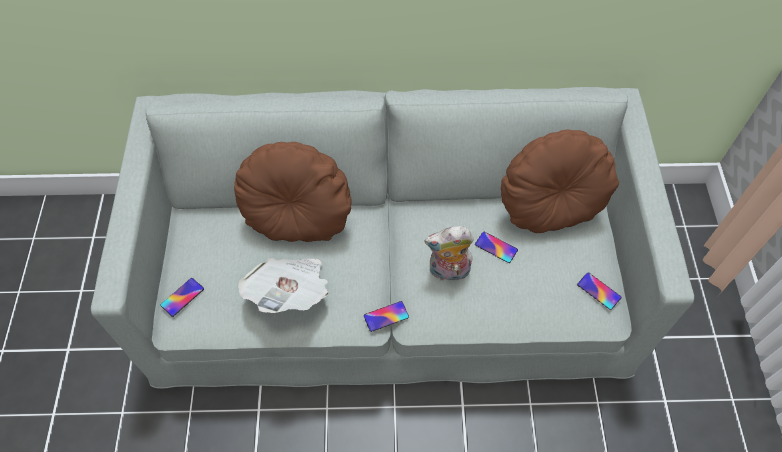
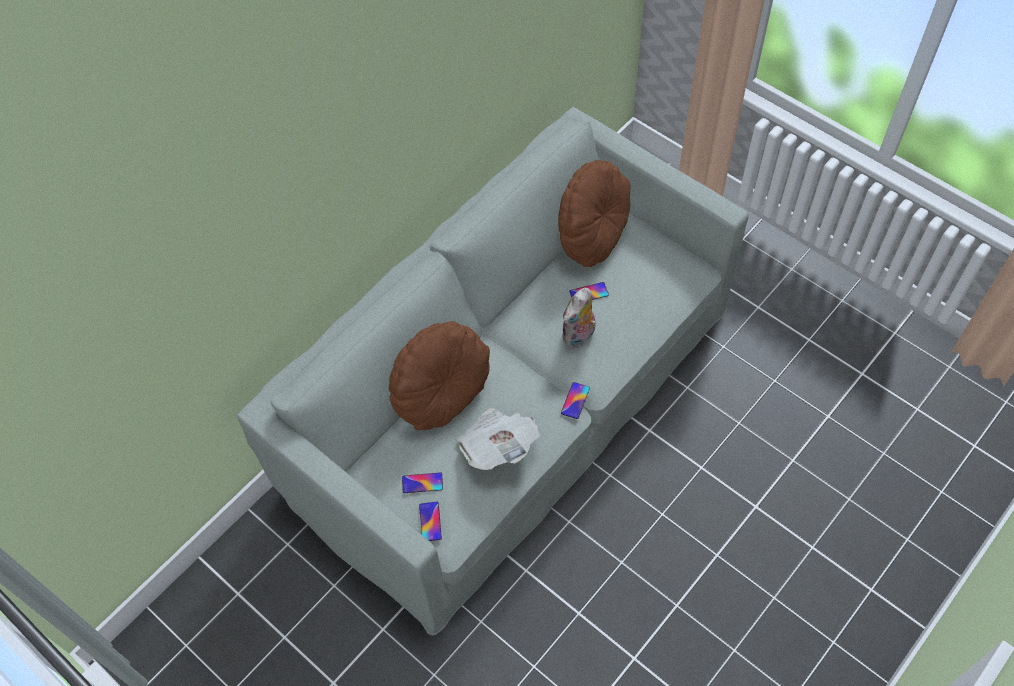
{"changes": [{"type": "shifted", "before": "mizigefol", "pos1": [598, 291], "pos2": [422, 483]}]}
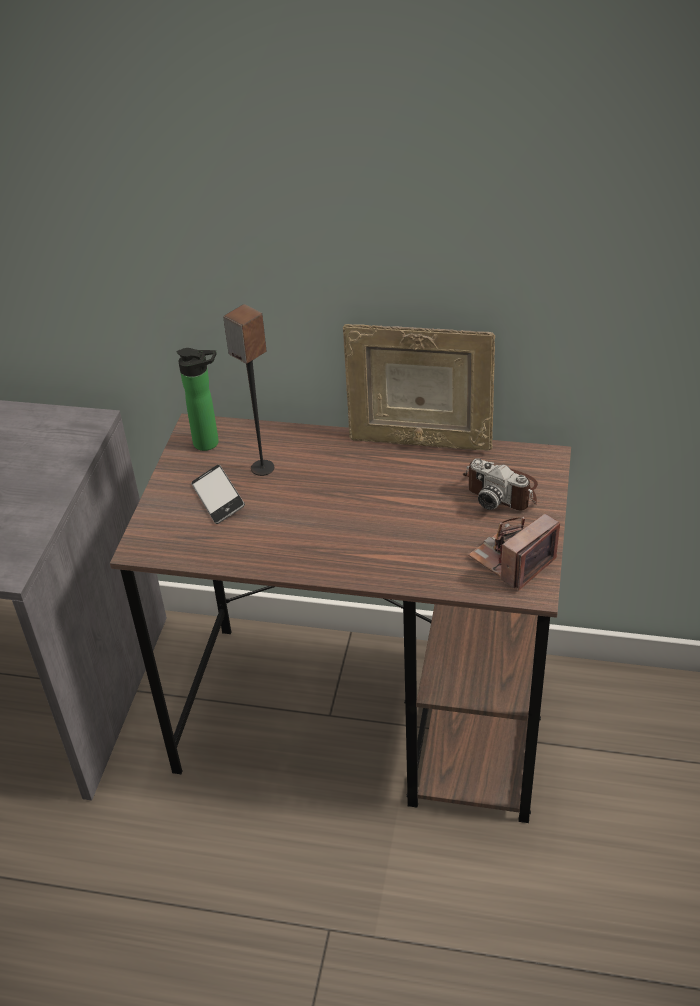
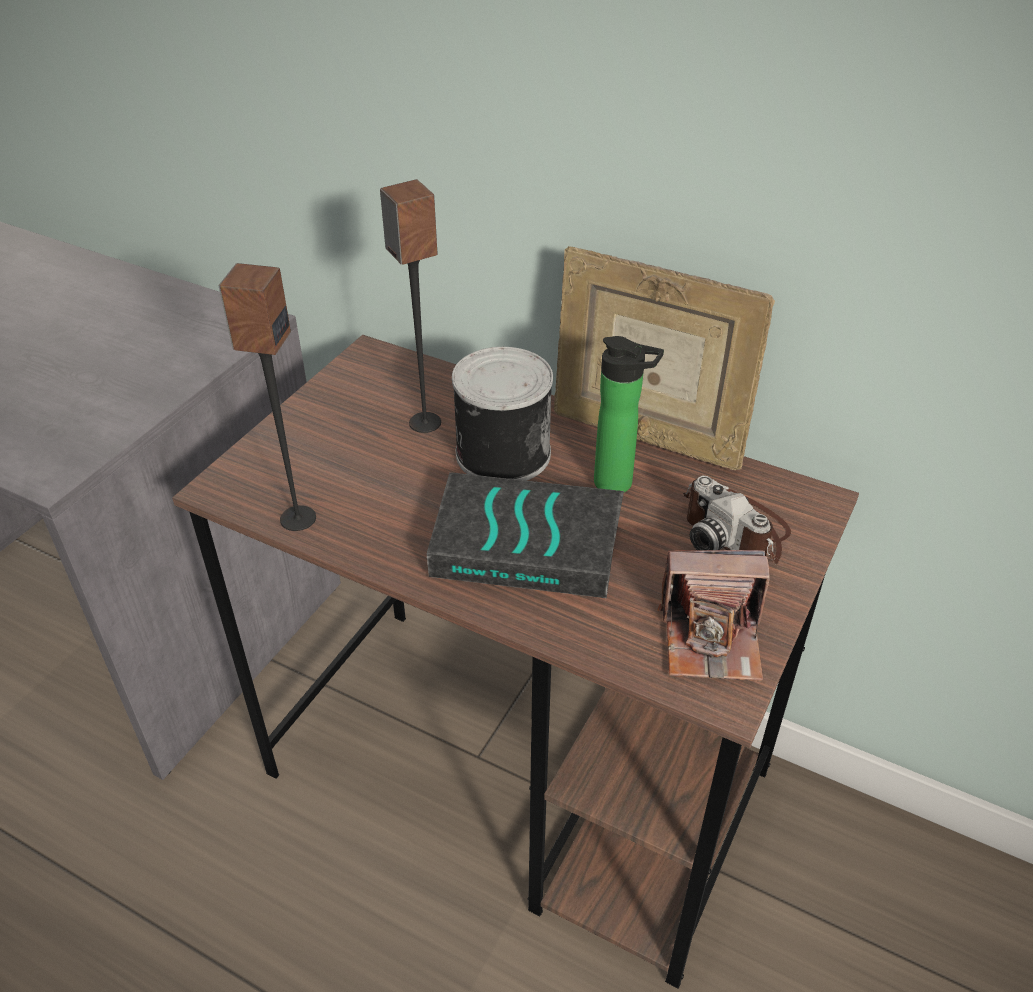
{"changes": [{"type": "gone", "before": "mizigefol", "pos1": [218, 499]}, {"type": "new", "after": "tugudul", "pos2": [297, 518]}, {"type": "new", "after": "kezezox", "pos2": [529, 543]}, {"type": "new", "after": "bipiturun", "pos2": [500, 452]}, {"type": "shifted", "before": "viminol", "pos1": [210, 443], "pos2": [619, 484]}, {"type": "rotated", "before": "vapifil", "pos1": [512, 560], "pos2": [712, 639], "turn": -150}]}
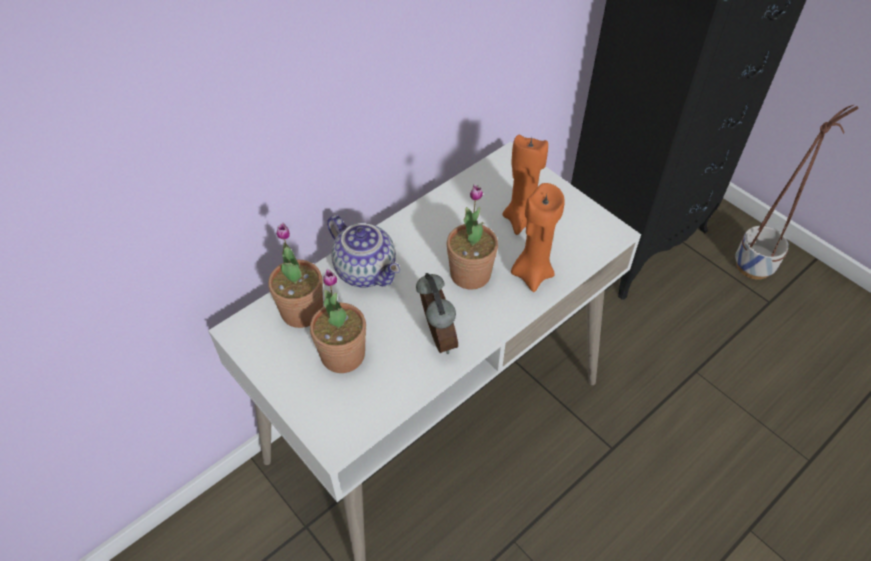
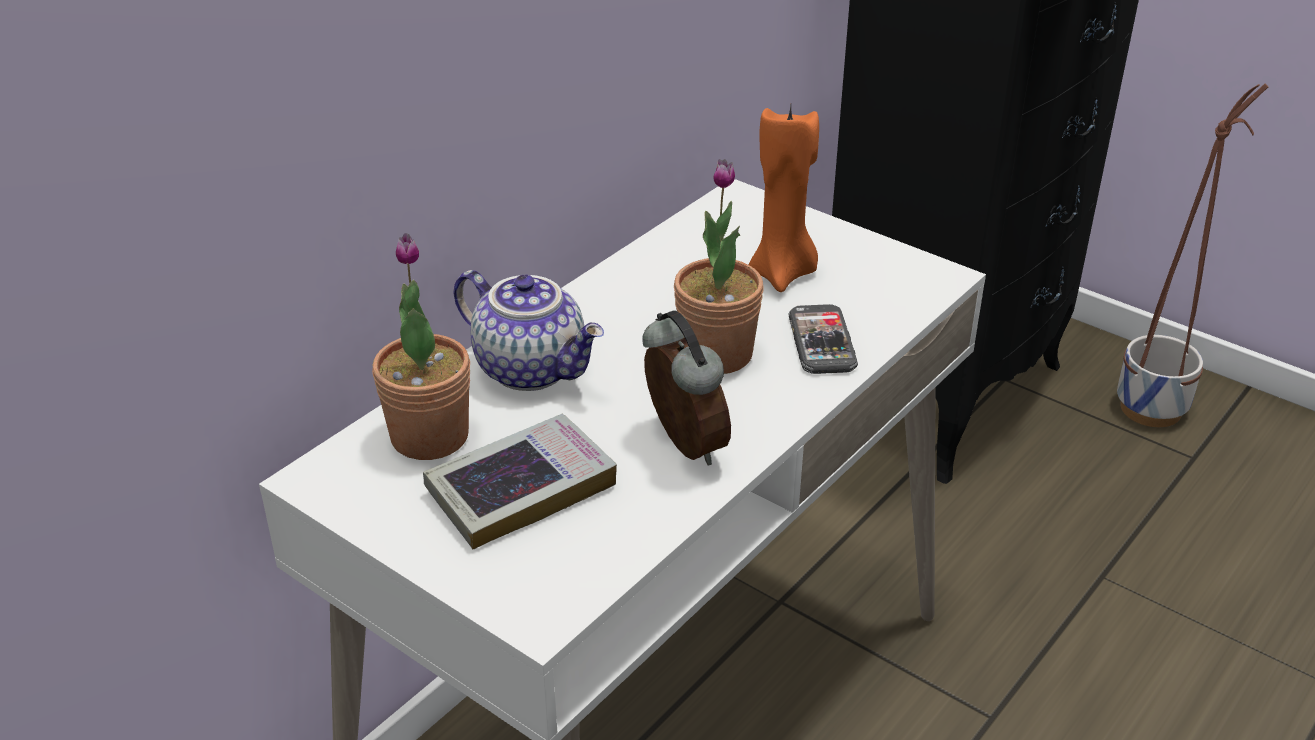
{"changes": [{"type": "swapped", "before": "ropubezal", "after": "kezezox", "pos1": [343, 355], "pos2": [521, 489]}, {"type": "swapped", "before": "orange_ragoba", "after": "mizigefol", "pos1": [532, 273], "pos2": [822, 342]}]}
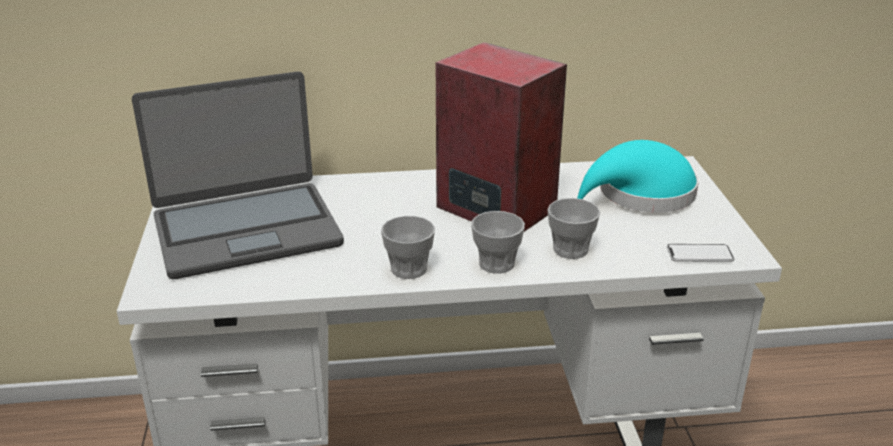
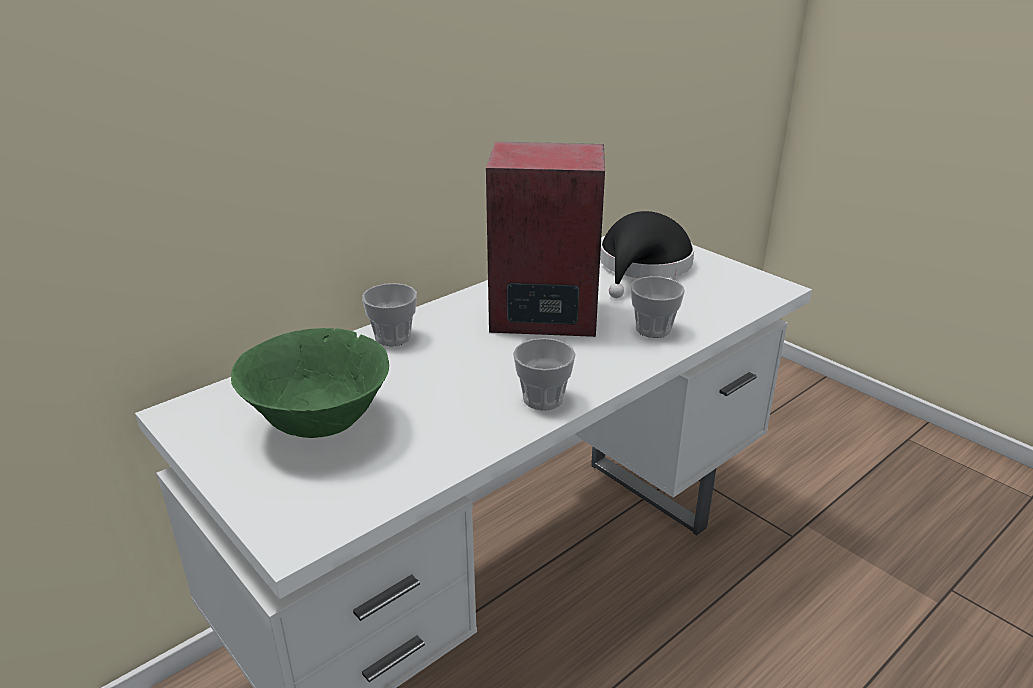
{"changes": [{"type": "gone", "before": "mizigefol", "pos1": [699, 254]}, {"type": "shifted", "before": "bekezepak", "pos1": [496, 264], "pos2": [393, 337]}, {"type": "swapped", "before": "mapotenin", "after": "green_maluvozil", "pos1": [246, 230], "pos2": [319, 425]}, {"type": "repainted", "before": "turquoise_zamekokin", "after": "black_zamekokin", "pos1": [640, 195], "pos2": [643, 266]}]}
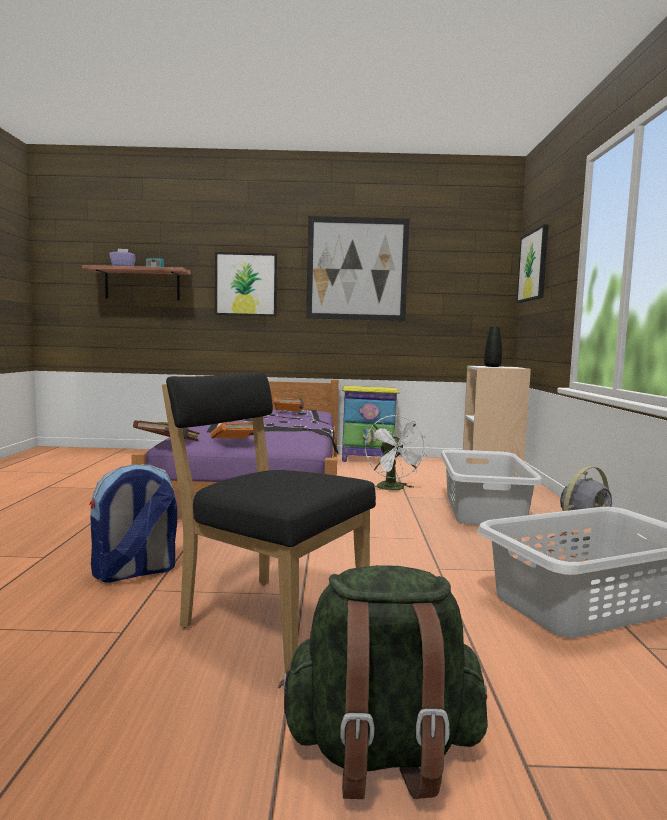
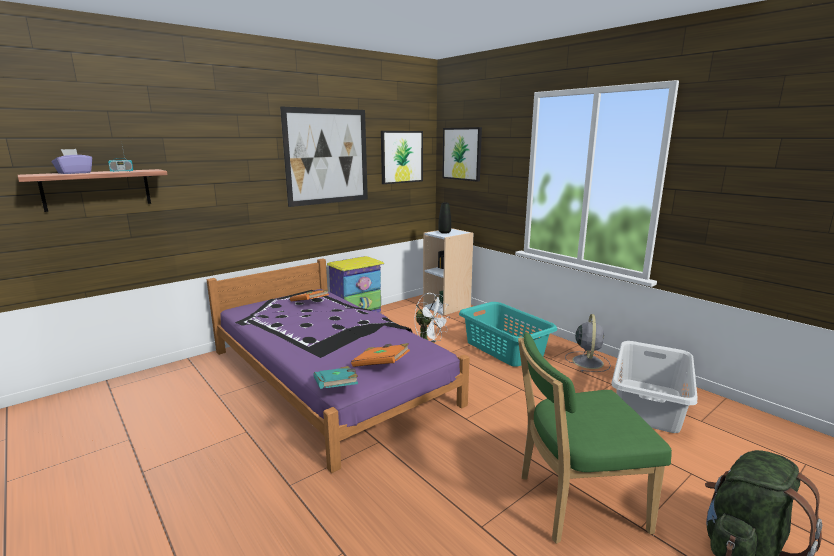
{"changes": [{"type": "gone", "before": "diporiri", "pos1": [134, 572]}, {"type": "shifted", "before": "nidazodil", "pos1": [246, 284], "pos2": [401, 157]}, {"type": "repainted", "before": "brown_kezezox", "after": "turquoise_kezezox", "pos1": [168, 443], "pos2": [337, 388]}, {"type": "repainted", "before": "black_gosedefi", "after": "green_gosedefi", "pos1": [269, 618], "pos2": [575, 503]}, {"type": "repainted", "before": "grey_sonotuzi", "after": "turquoise_sonotuzi", "pos1": [482, 510], "pos2": [504, 349]}]}
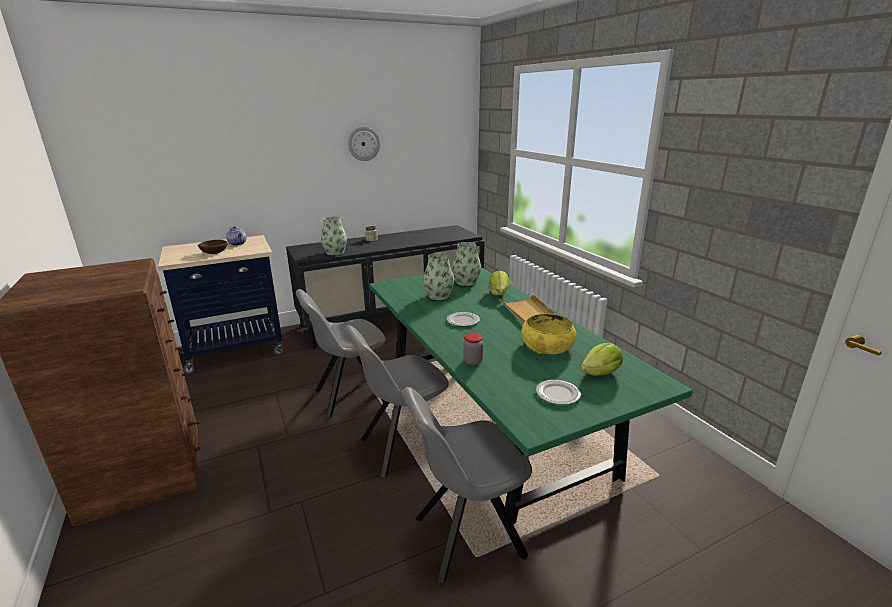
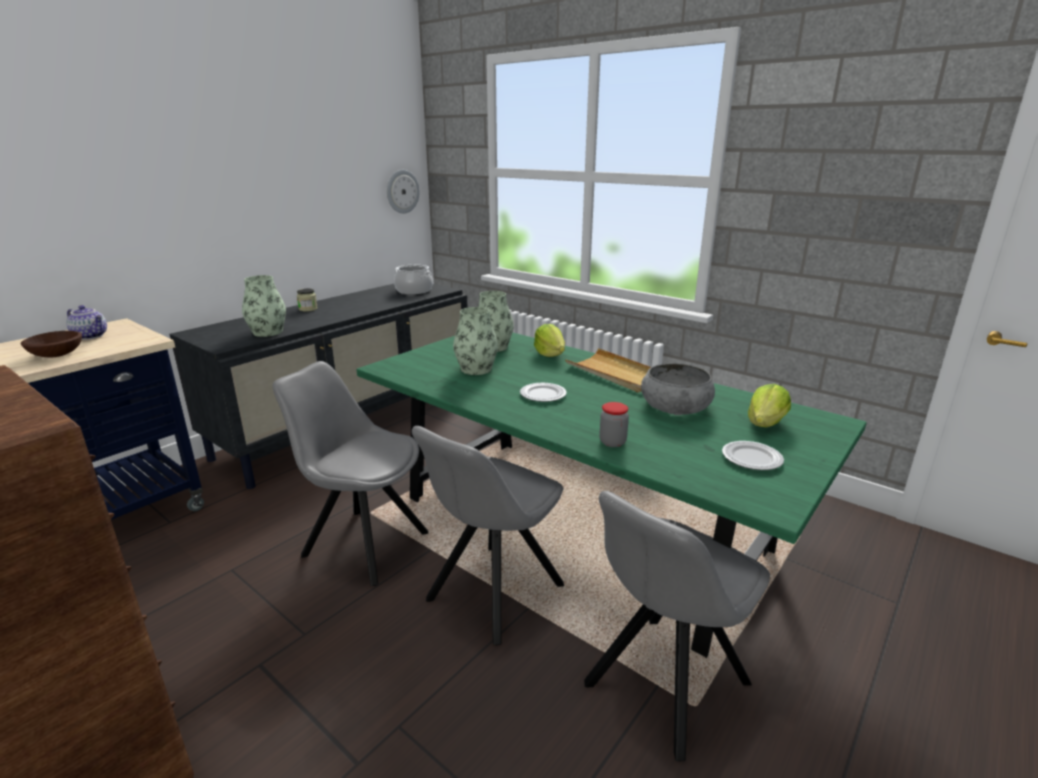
{"changes": [{"type": "new", "after": "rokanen", "pos2": [414, 291]}, {"type": "shifted", "before": "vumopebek", "pos1": [363, 143], "pos2": [402, 191]}, {"type": "repainted", "before": "yellow_maluvozil", "after": "grey_maluvozil", "pos1": [547, 346], "pos2": [675, 405]}, {"type": "rotated", "before": "grey_gosedefi", "pos1": [350, 396], "pos2": [364, 544], "turn": 75}]}
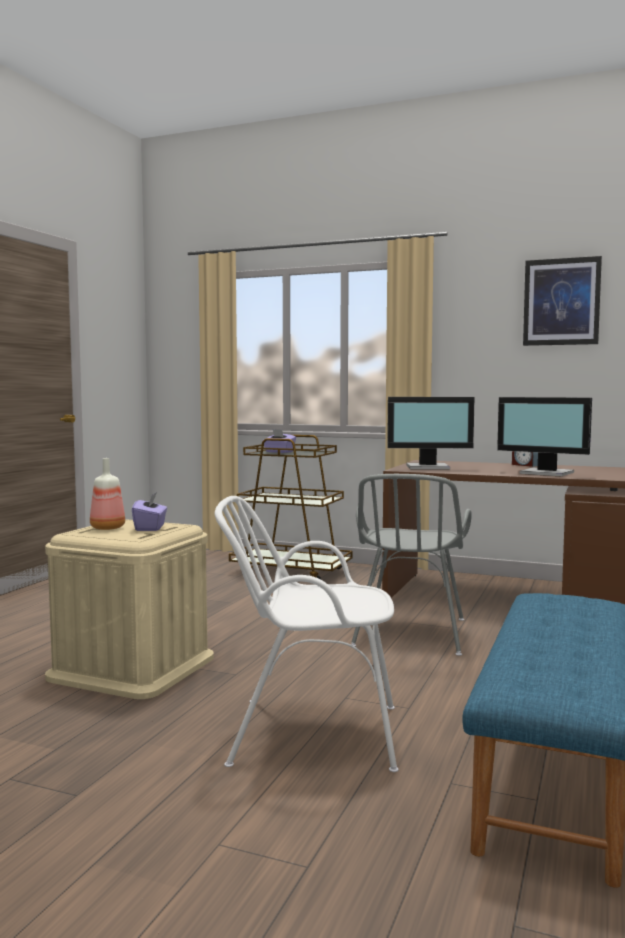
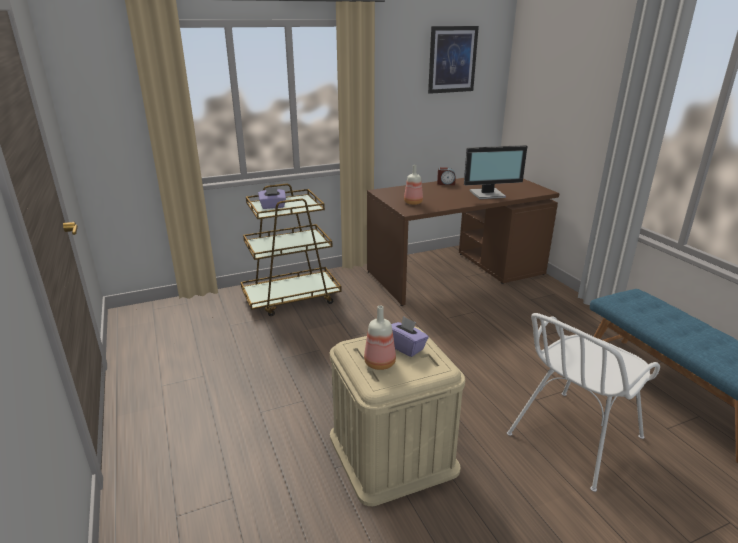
{"changes": [{"type": "gone", "before": "grey_gosedefi", "pos1": [410, 634]}, {"type": "swapped", "before": "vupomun", "after": "viminol", "pos1": [428, 467], "pos2": [413, 202]}]}
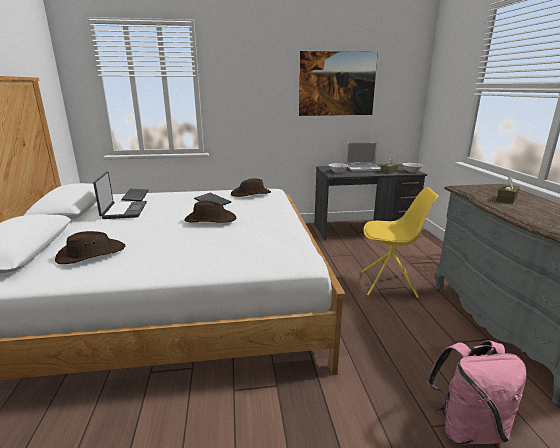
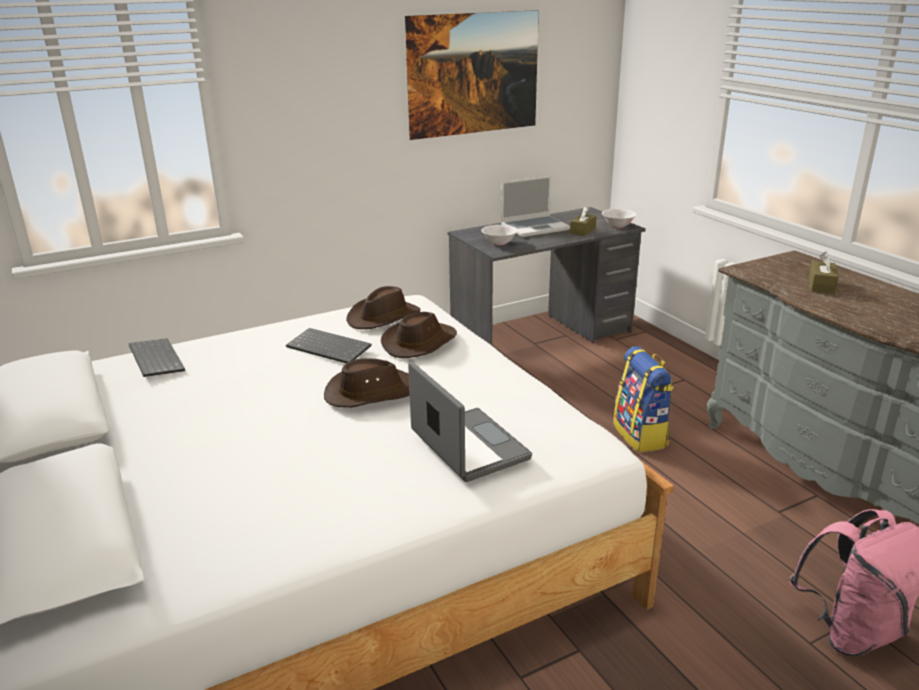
{"changes": [{"type": "shifted", "before": "brown_zamekokin", "pos1": [91, 254], "pos2": [420, 342]}, {"type": "shifted", "before": "mapotenin", "pos1": [123, 211], "pos2": [467, 446]}, {"type": "swapped", "before": "yellow_gosedefi", "after": "diporiri", "pos1": [389, 284], "pos2": [641, 435]}]}
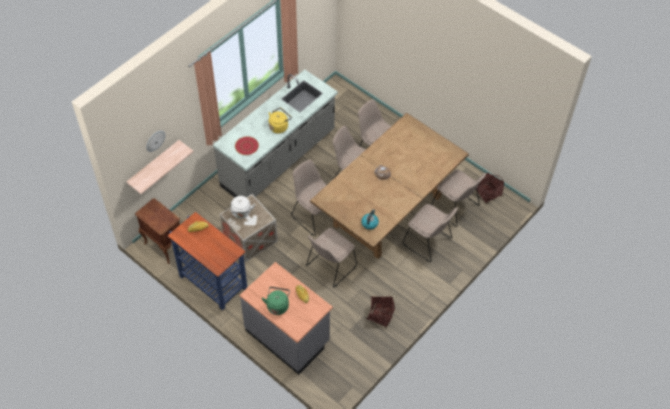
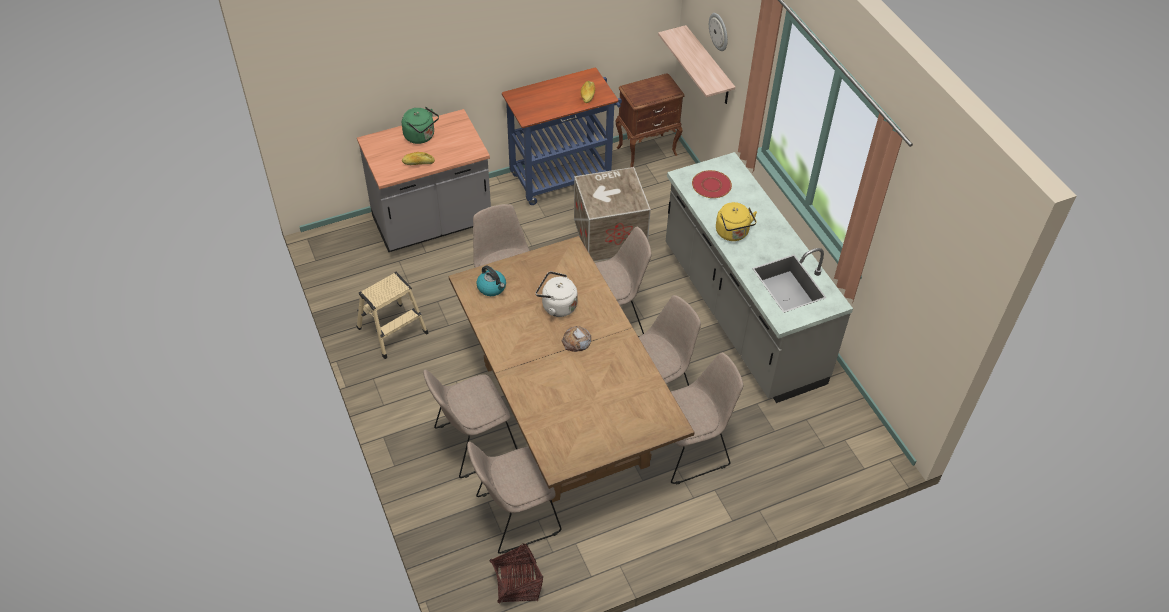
{"changes": [{"type": "shifted", "before": "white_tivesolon", "pos1": [241, 213], "pos2": [557, 306]}, {"type": "swapped", "before": "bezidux", "after": "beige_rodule", "pos1": [380, 315], "pos2": [392, 330]}]}
